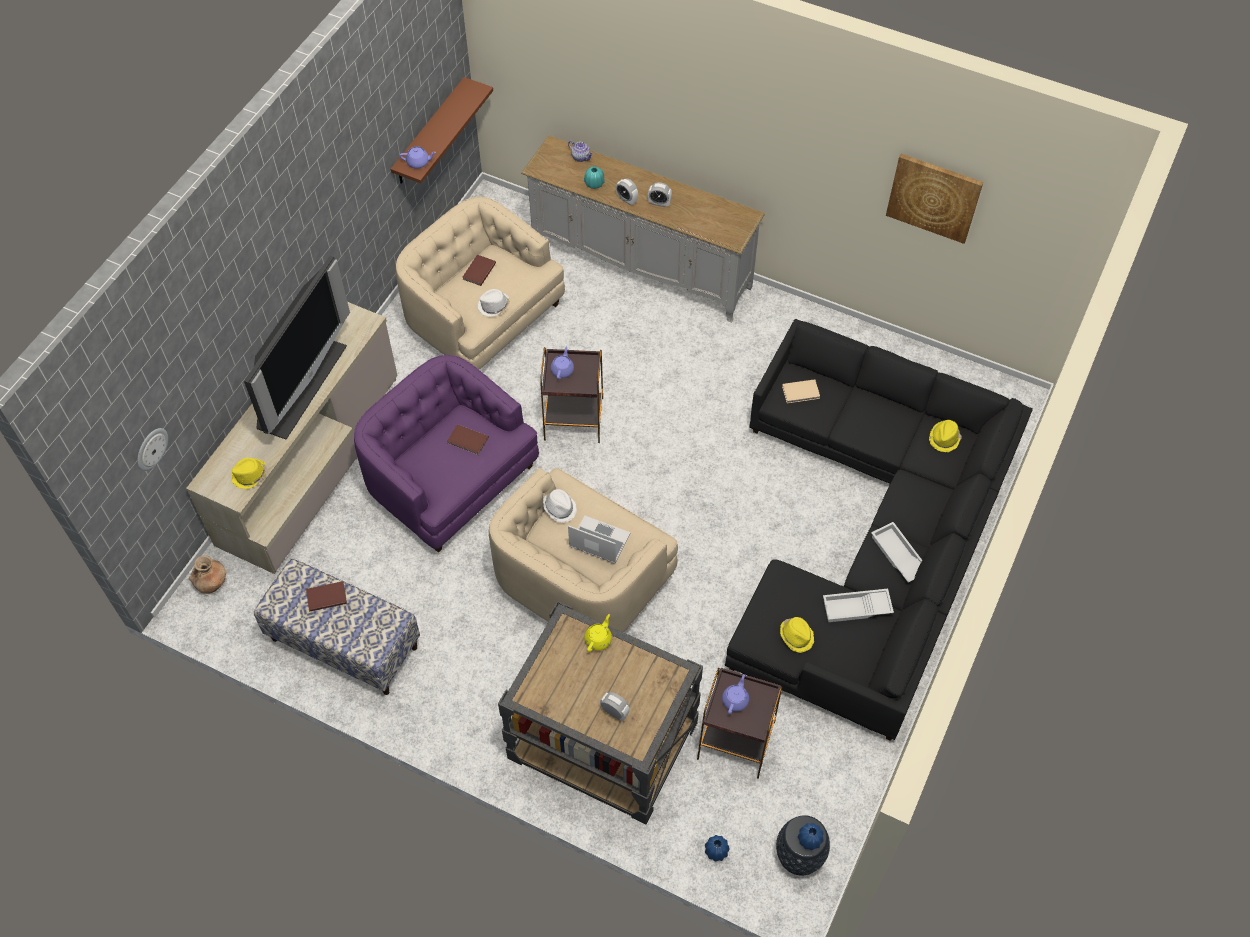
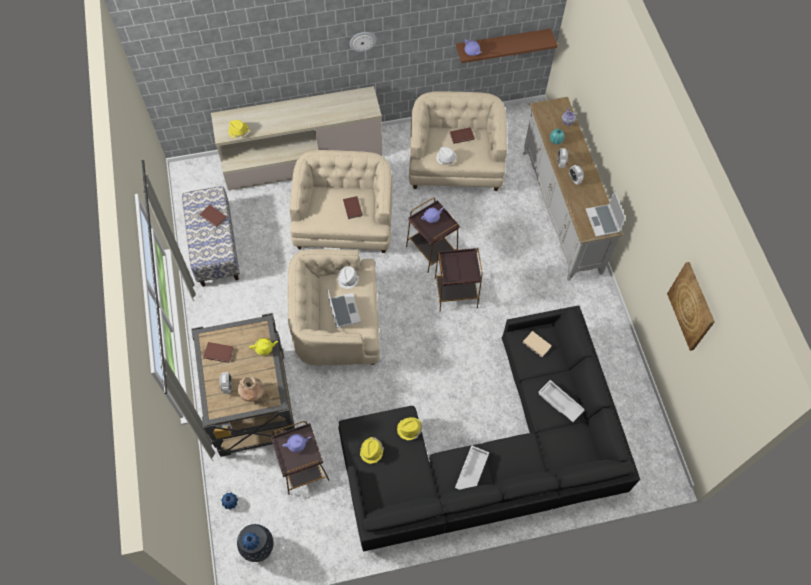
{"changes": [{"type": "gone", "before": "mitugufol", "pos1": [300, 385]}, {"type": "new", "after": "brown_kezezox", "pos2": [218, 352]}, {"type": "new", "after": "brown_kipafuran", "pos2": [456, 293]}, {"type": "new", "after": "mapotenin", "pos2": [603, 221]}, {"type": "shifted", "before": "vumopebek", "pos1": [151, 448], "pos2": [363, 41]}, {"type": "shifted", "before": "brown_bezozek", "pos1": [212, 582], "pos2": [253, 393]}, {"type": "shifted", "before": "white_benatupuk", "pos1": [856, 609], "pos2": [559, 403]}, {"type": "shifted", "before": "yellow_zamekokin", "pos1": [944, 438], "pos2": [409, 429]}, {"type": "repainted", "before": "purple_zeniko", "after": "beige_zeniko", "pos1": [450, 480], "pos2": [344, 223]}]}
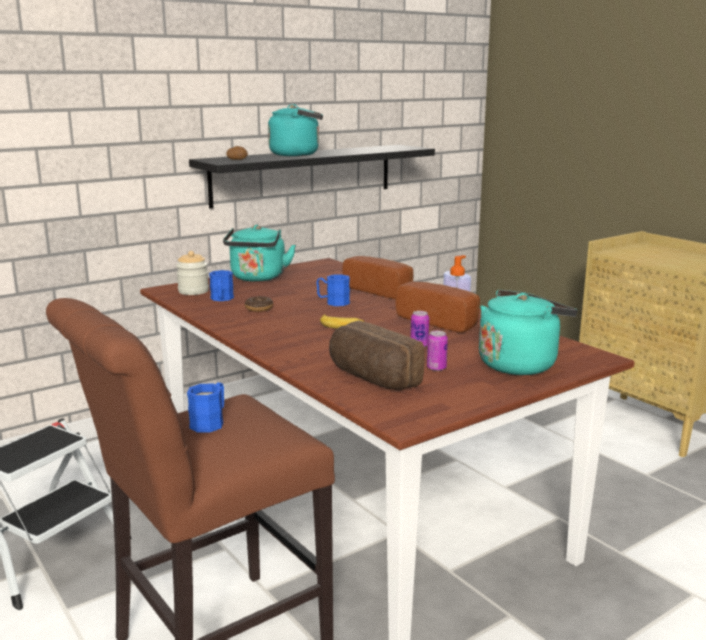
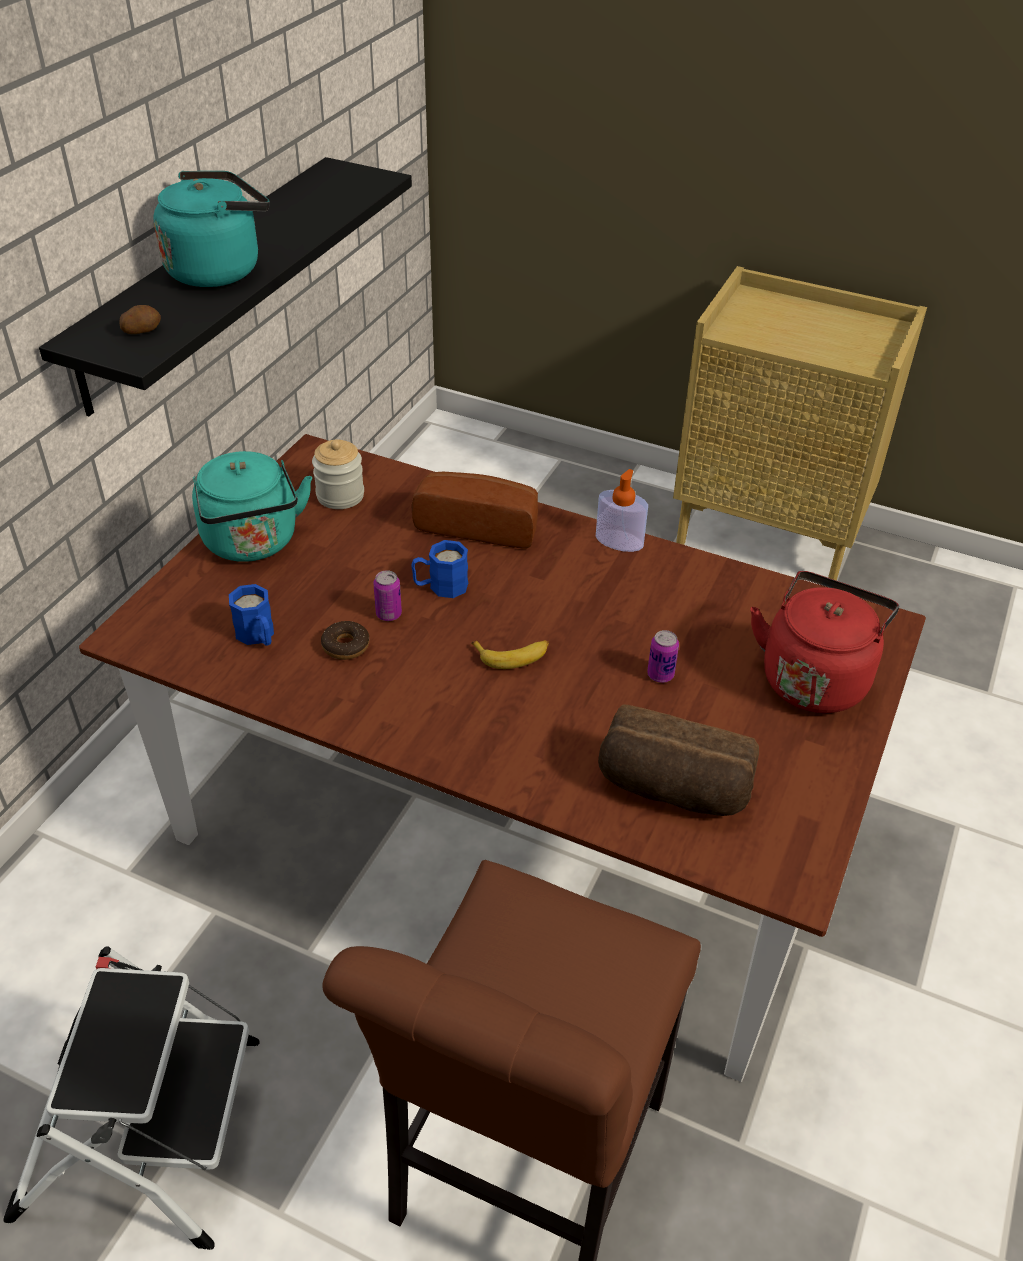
{"changes": [{"type": "gone", "before": "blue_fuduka", "pos1": [210, 422]}, {"type": "gone", "before": "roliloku", "pos1": [440, 321]}, {"type": "shifted", "before": "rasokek", "pos1": [193, 291], "pos2": [340, 496]}, {"type": "shifted", "before": "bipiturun", "pos1": [436, 368], "pos2": [388, 614]}, {"type": "repainted", "before": "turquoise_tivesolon", "after": "red_tivesolon", "pos1": [520, 364], "pos2": [814, 677]}]}
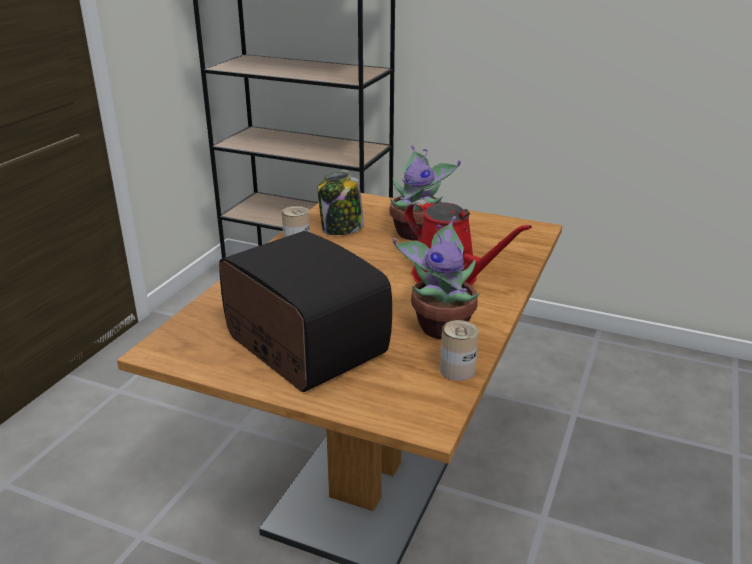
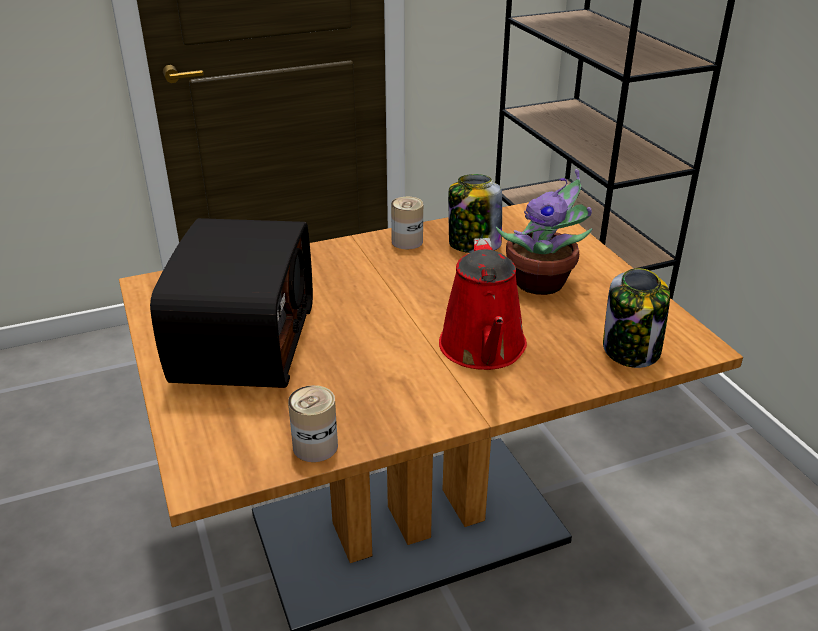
{"changes": [{"type": "gone", "before": "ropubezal", "pos1": [440, 326]}, {"type": "new", "after": "rasokek", "pos2": [631, 350]}]}
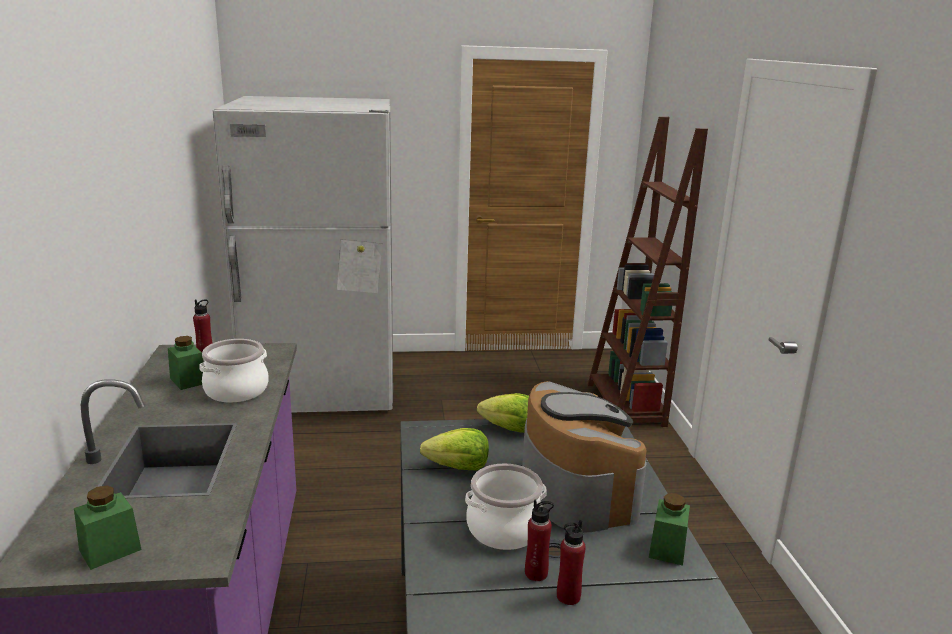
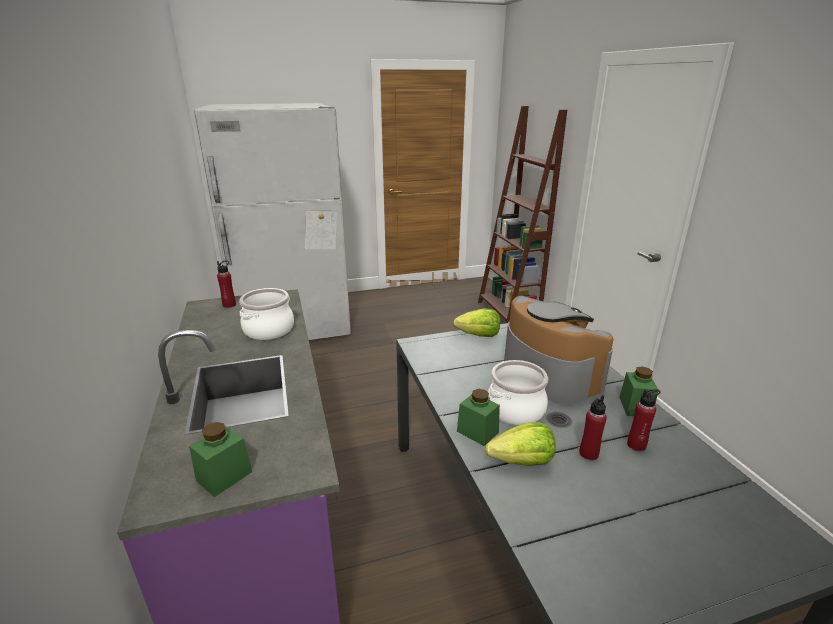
{"changes": [{"type": "shifted", "before": "green_rasokek", "pos1": [188, 381], "pos2": [477, 432]}, {"type": "shifted", "before": "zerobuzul", "pos1": [458, 467], "pos2": [522, 462]}, {"type": "shifted", "before": "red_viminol", "pos1": [536, 573], "pos2": [636, 445]}]}
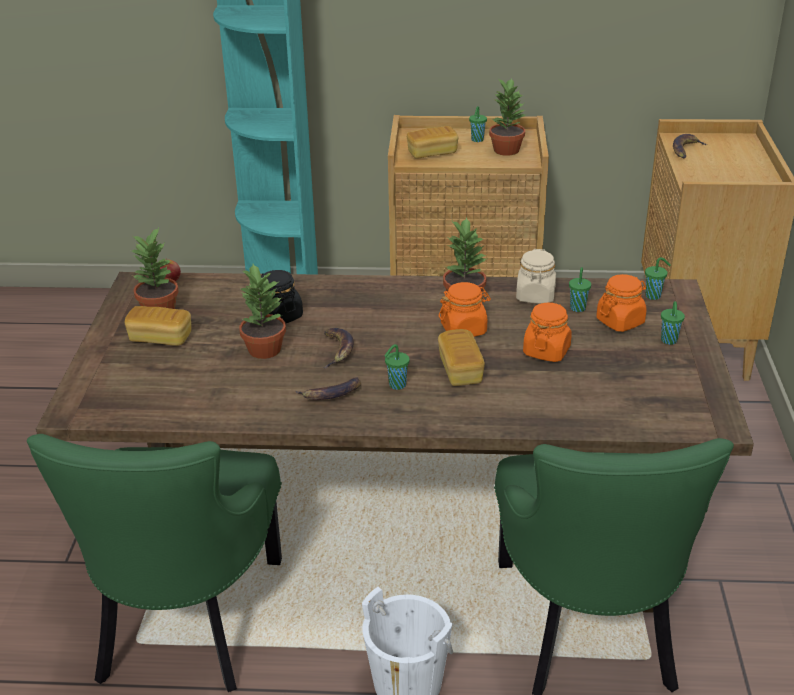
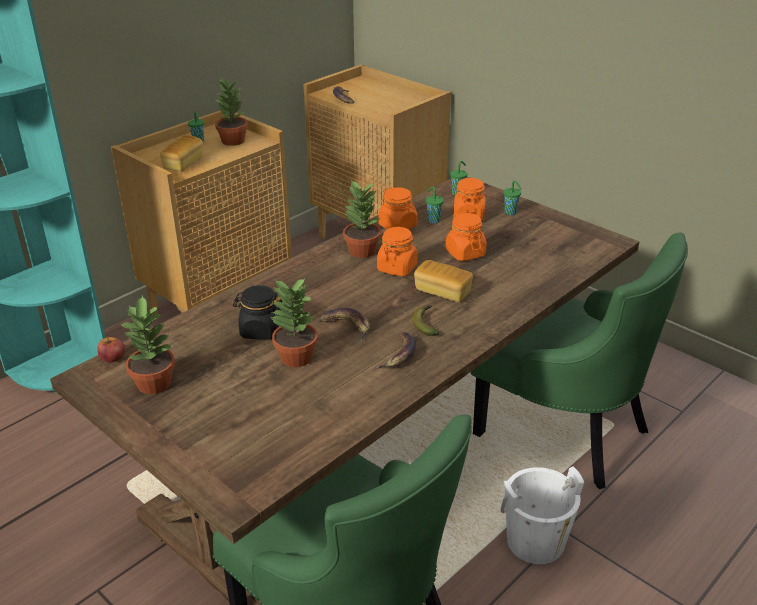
{"changes": [{"type": "gone", "before": "roliloku", "pos1": [160, 338]}, {"type": "swapped", "before": "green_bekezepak", "after": "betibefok", "pos1": [396, 385], "pos2": [426, 324]}, {"type": "repainted", "before": "beige_rasokek", "after": "orange_rasokek", "pos1": [535, 296], "pos2": [398, 226]}]}
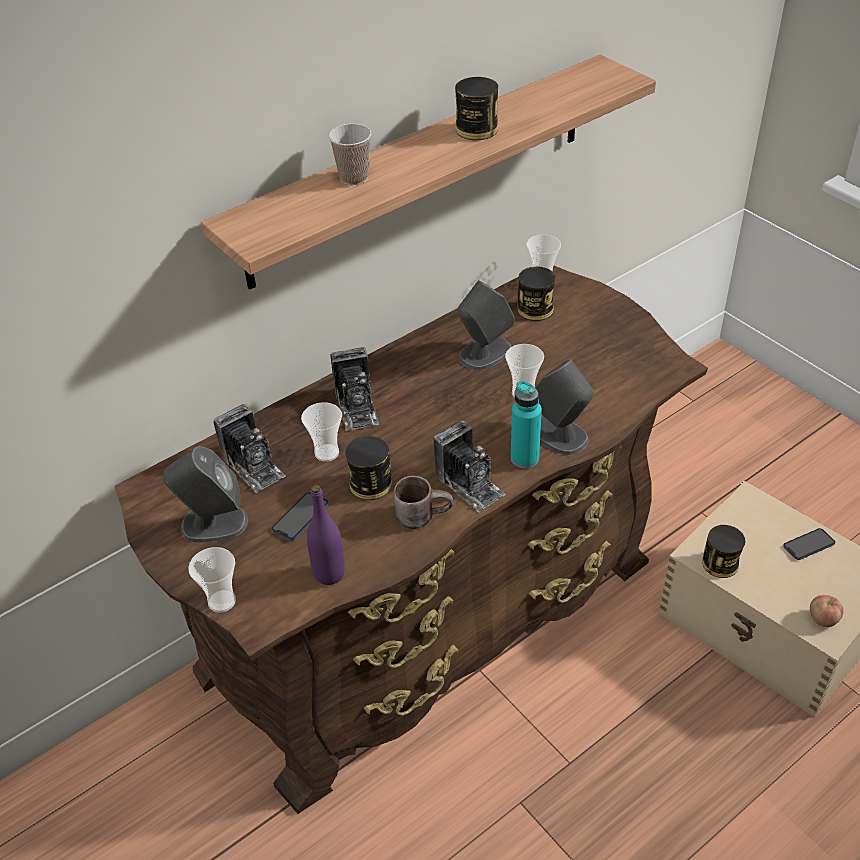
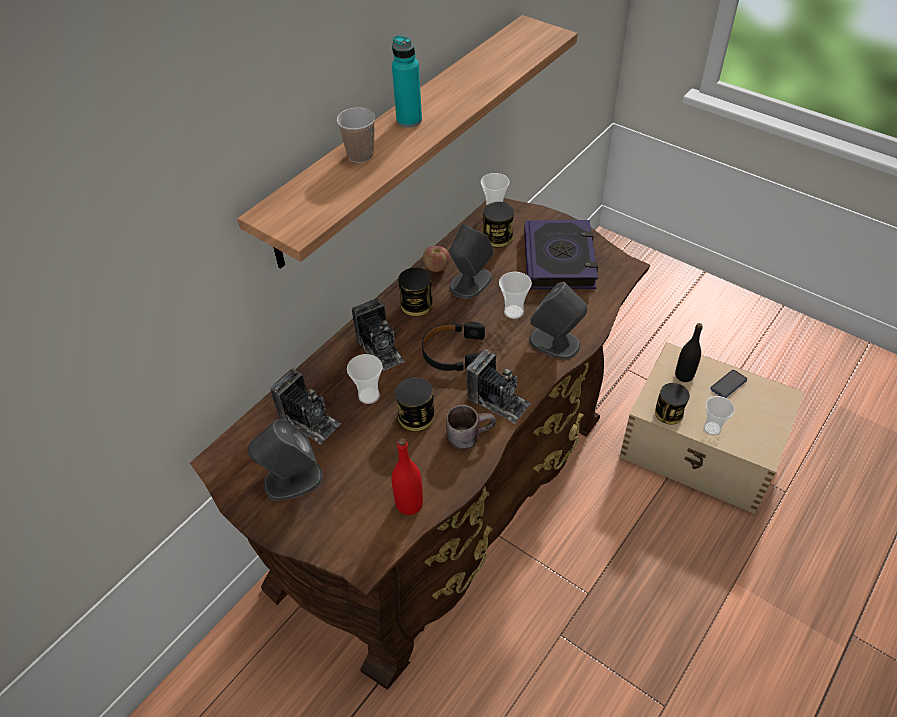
{"changes": [{"type": "gone", "before": "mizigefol", "pos1": [300, 517]}, {"type": "new", "after": "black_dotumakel", "pos2": [454, 353]}, {"type": "new", "after": "kezezox", "pos2": [559, 260]}, {"type": "new", "after": "black_viminol", "pos2": [684, 375]}, {"type": "shifted", "before": "bekezepak", "pos1": [222, 601], "pos2": [712, 428]}, {"type": "shifted", "before": "bipiturun", "pos1": [476, 130], "pos2": [416, 305]}, {"type": "shifted", "before": "turquoise_viminol", "pos1": [524, 458], "pos2": [409, 120]}, {"type": "shifted", "before": "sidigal", "pos1": [822, 619], "pos2": [436, 267]}, {"type": "repainted", "before": "purple_viminol", "after": "red_viminol", "pos1": [329, 573], "pos2": [409, 504]}]}
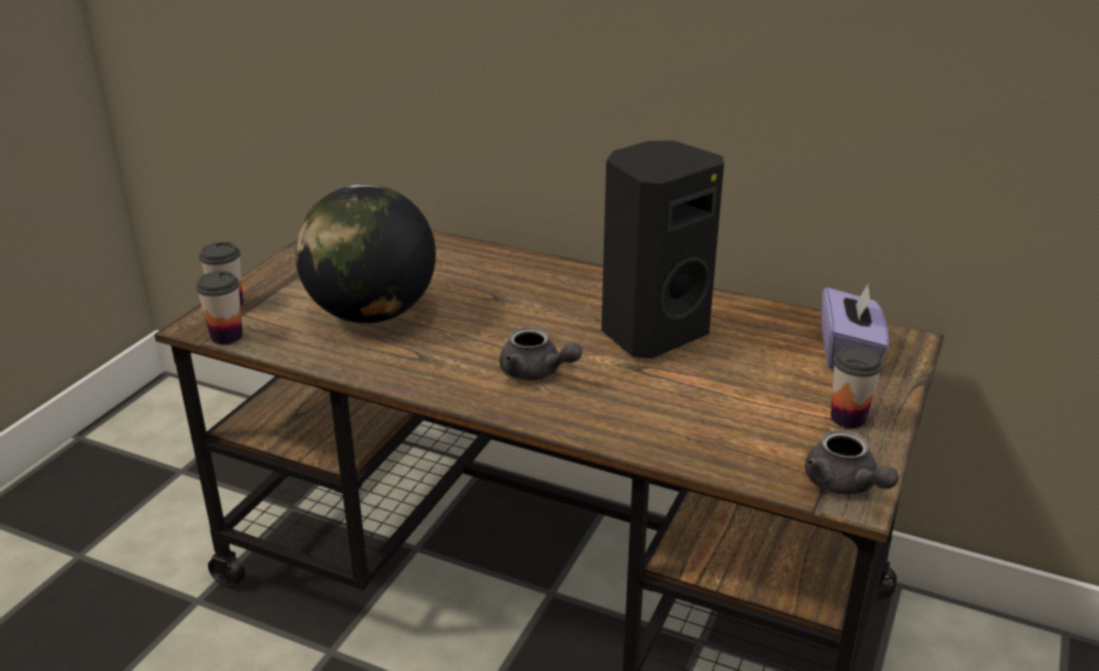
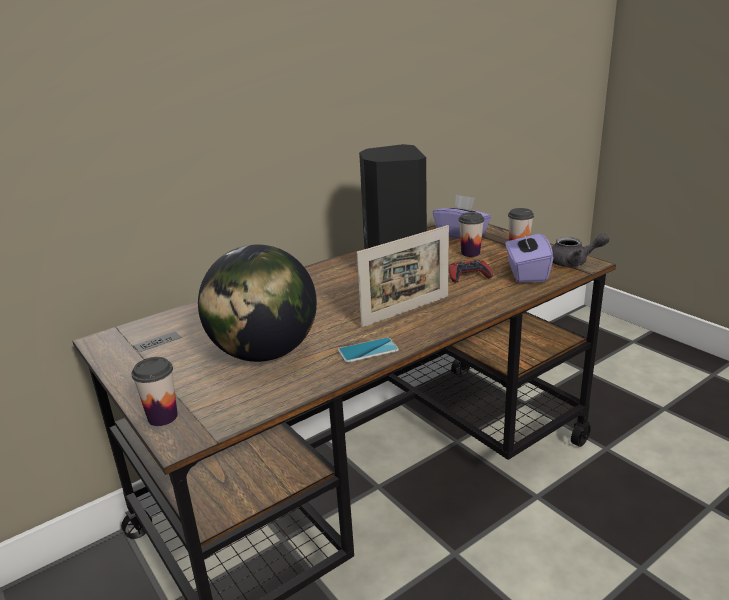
{"changes": [{"type": "new", "after": "mizigefol", "pos2": [368, 351]}, {"type": "new", "after": "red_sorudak", "pos2": [469, 276]}, {"type": "new", "after": "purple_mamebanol", "pos2": [526, 273]}, {"type": "shifted", "before": "bekezepak", "pos1": [226, 336], "pos2": [470, 253]}, {"type": "swapped", "before": "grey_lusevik", "after": "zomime", "pos1": [536, 372], "pos2": [406, 311]}]}
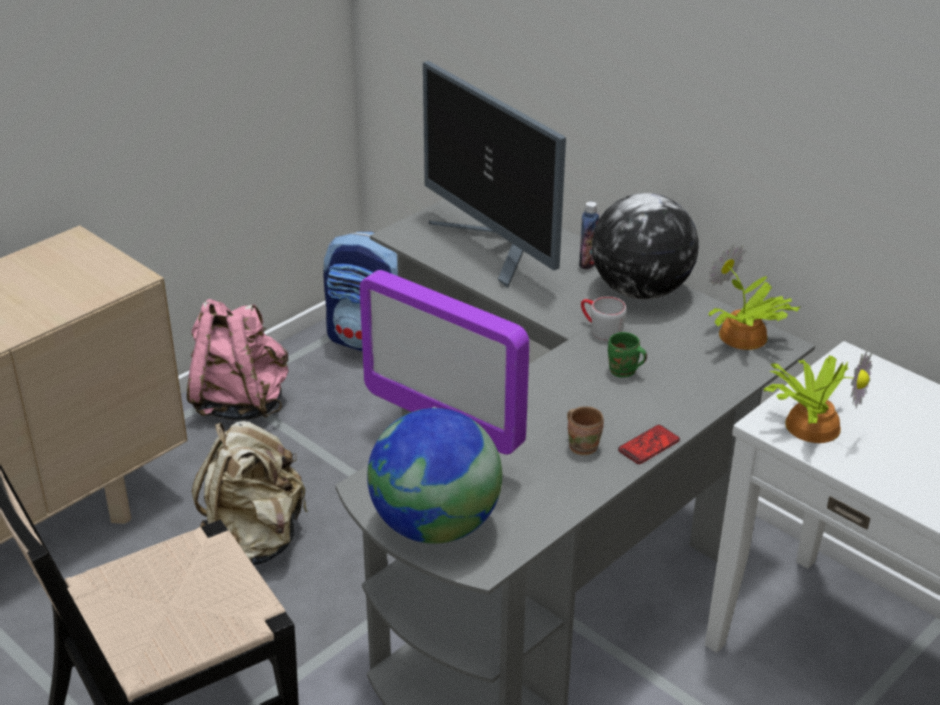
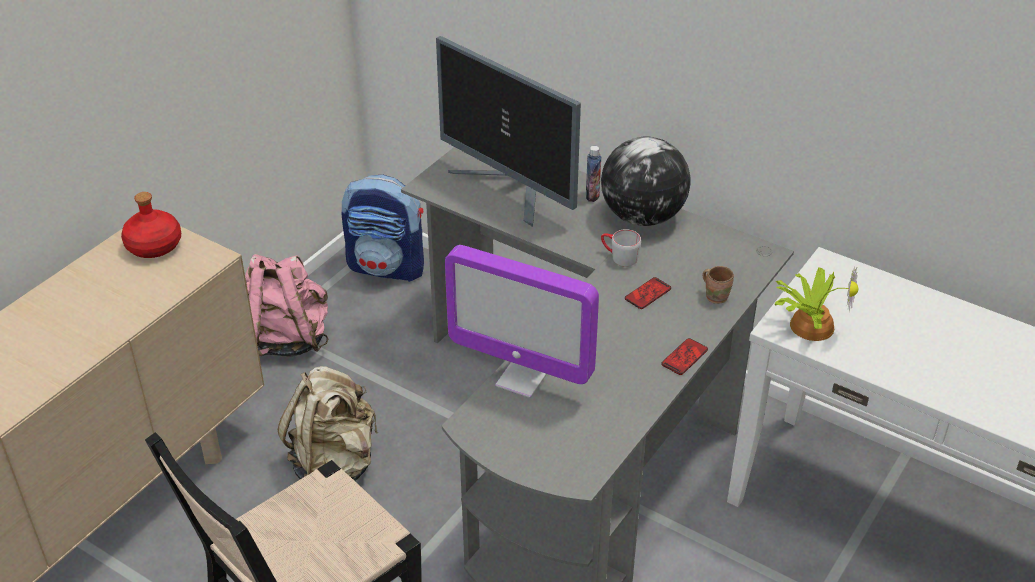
{"changes": [{"type": "gone", "before": "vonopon", "pos1": [435, 525]}, {"type": "gone", "before": "ropubezal", "pos1": [743, 337]}, {"type": "new", "after": "red_viminol", "pos2": [154, 245]}, {"type": "shifted", "before": "brown_fuduka", "pos1": [583, 446], "pos2": [716, 296]}, {"type": "swapped", "before": "green_fuduka", "after": "mizigefol", "pos1": [623, 372], "pos2": [648, 294]}]}
